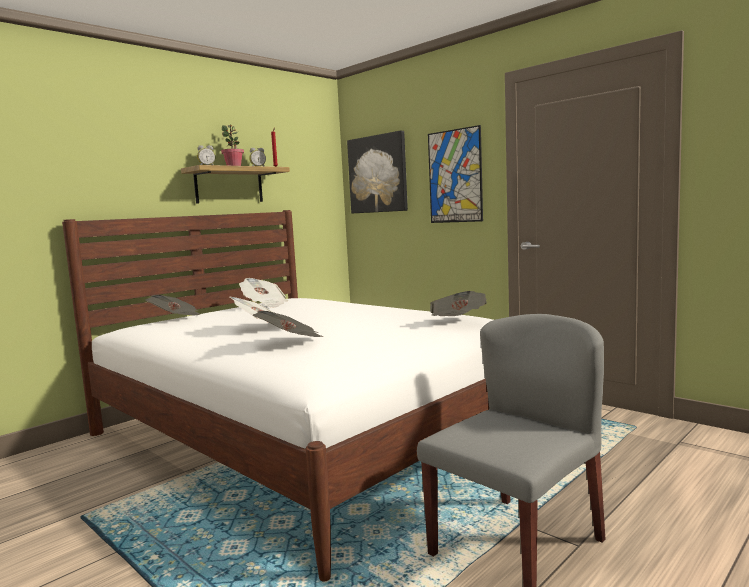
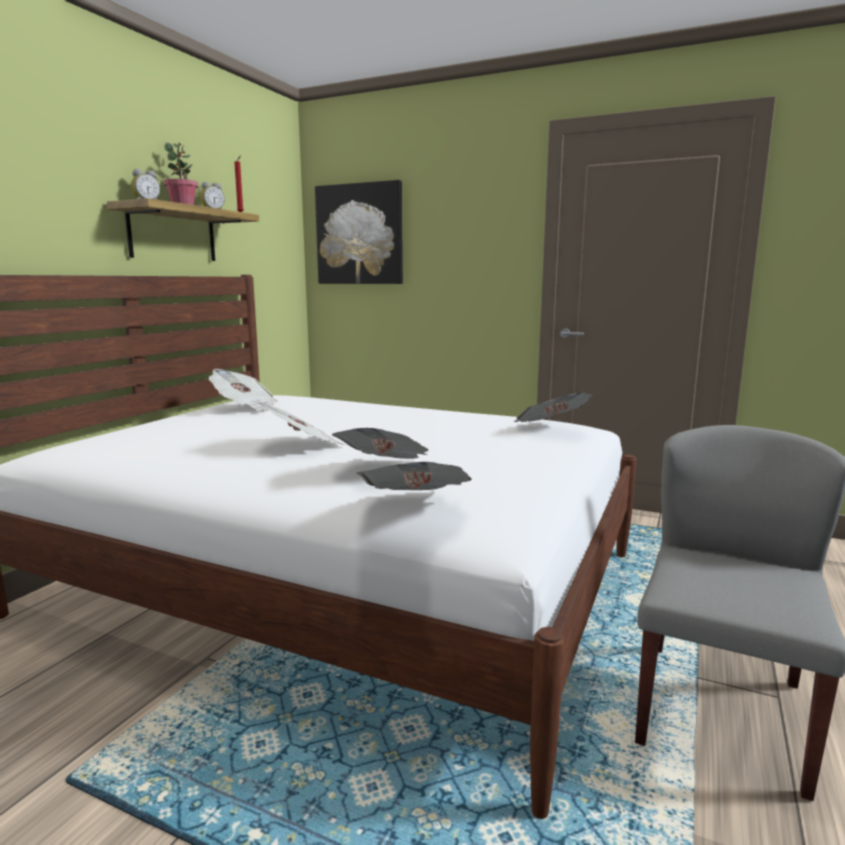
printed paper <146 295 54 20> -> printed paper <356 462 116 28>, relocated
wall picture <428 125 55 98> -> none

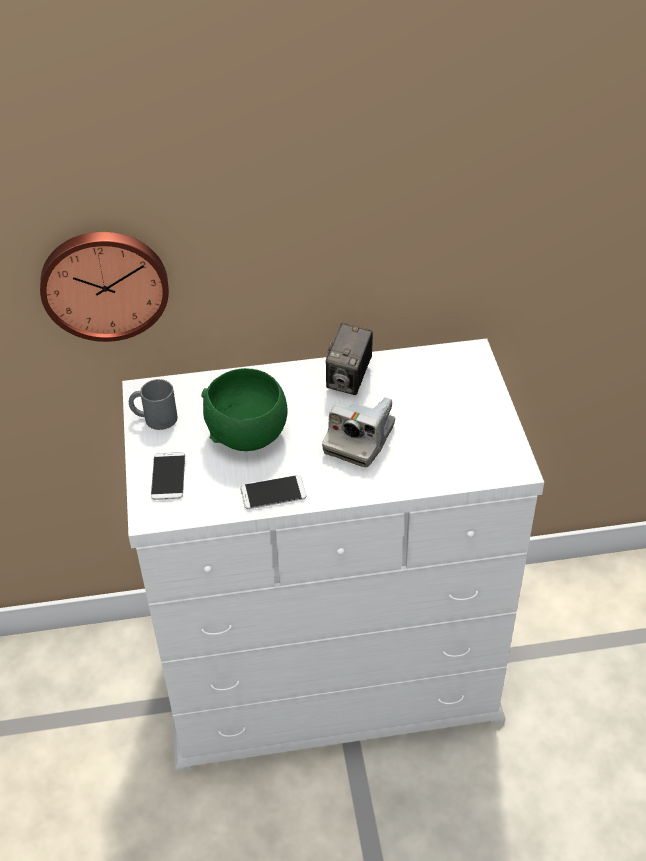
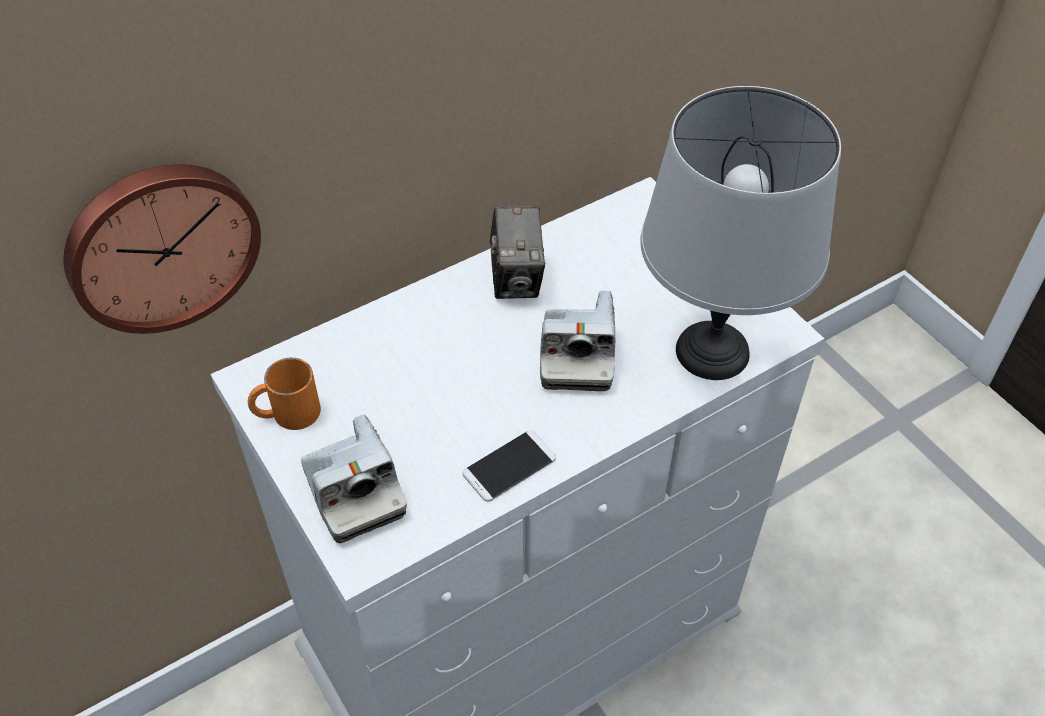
grey coffee mug <129 379 49 51> -> orange-coloured coffee mug <248 358 73 72>
telephone <151 452 34 48> -> photo camera <301 415 106 128>
none -> grey table lamp <640 86 201 294>
green-coloured bowl <201 368 87 83> -> none

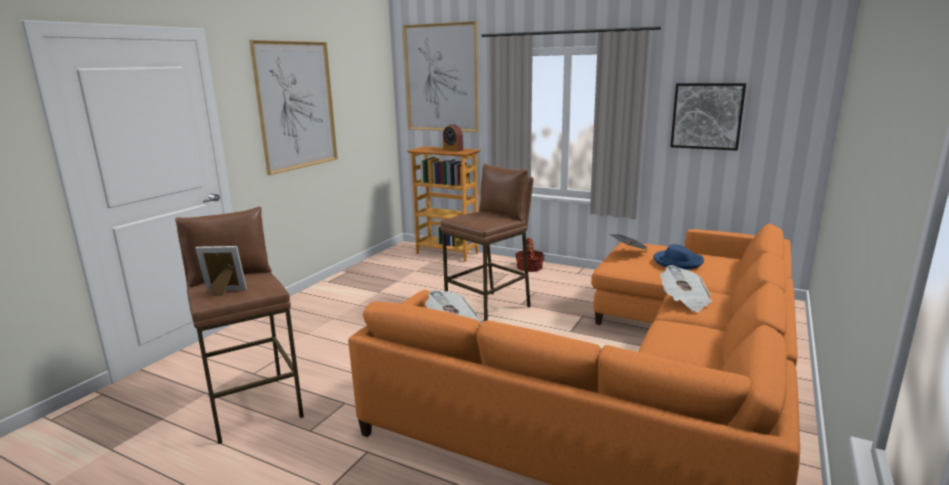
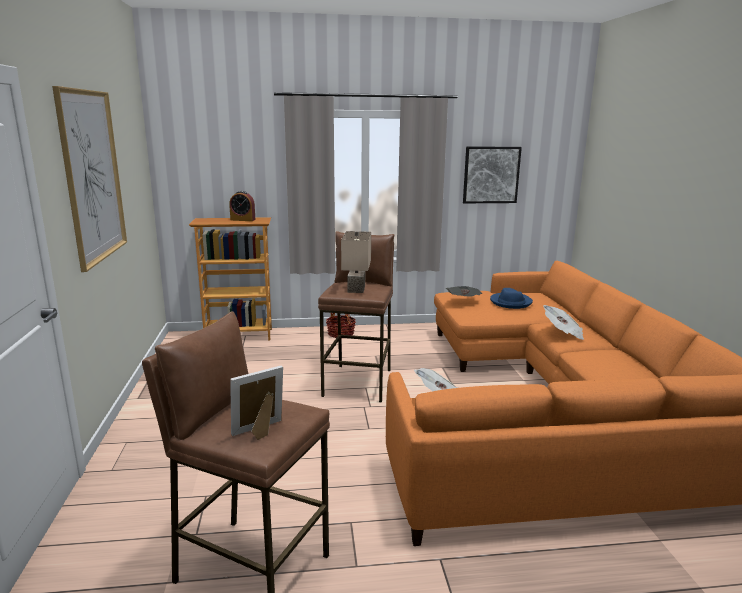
none -> beige table lamp <341 231 30 62>
wall picture <403 21 76 111> -> none

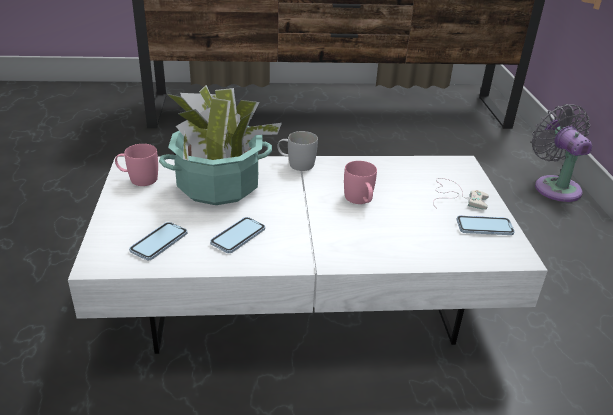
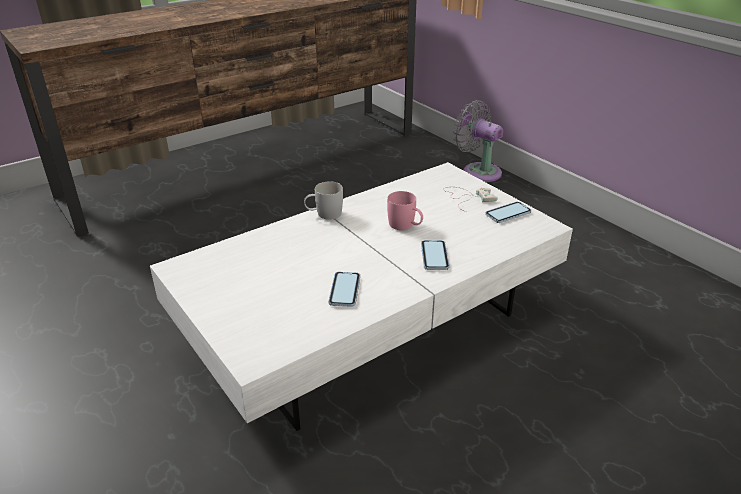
telephone <129 222 58 38> -> telephone <421 240 28 30>, relocated
pink coffee mug <115 144 43 42> -> none
potted plant <159 85 123 120> -> none

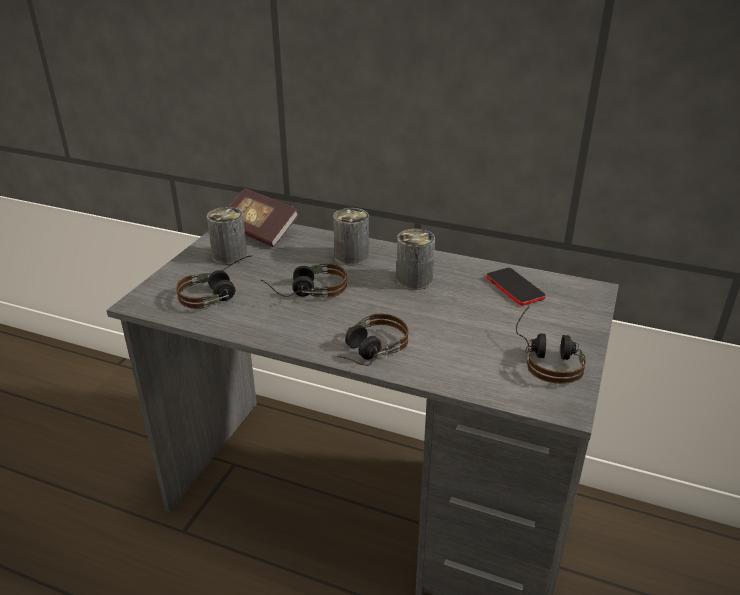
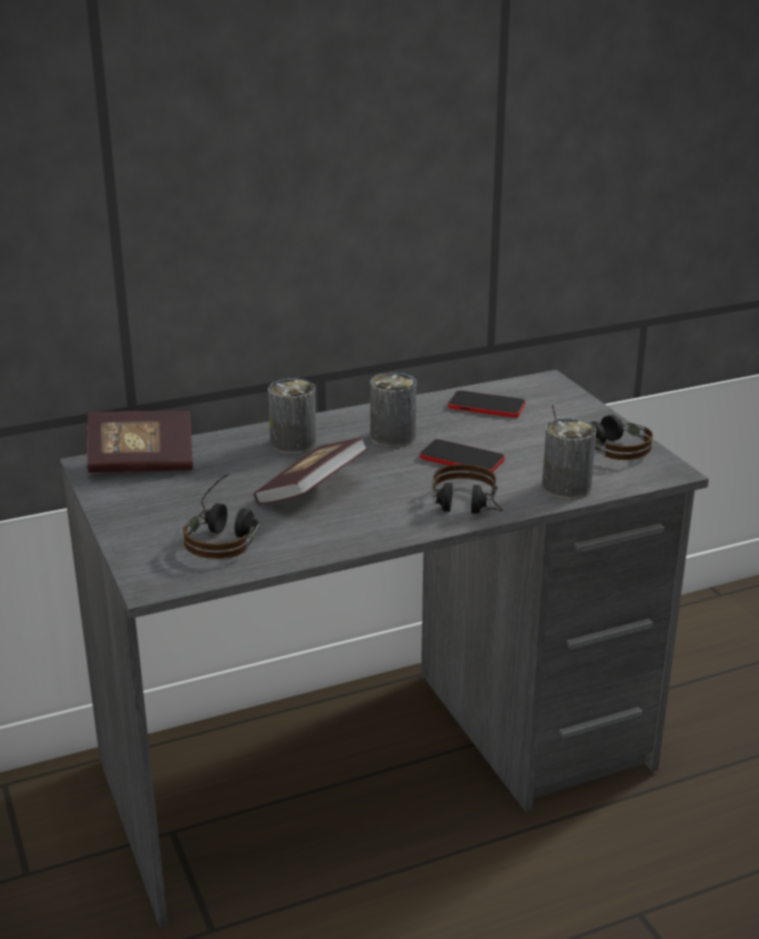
pair of headphones <261 264 86 34> -> bound book <254 437 114 68>
none -> telephone <420 439 85 34>
can <207 207 40 57> -> can <542 418 54 81>, relocated

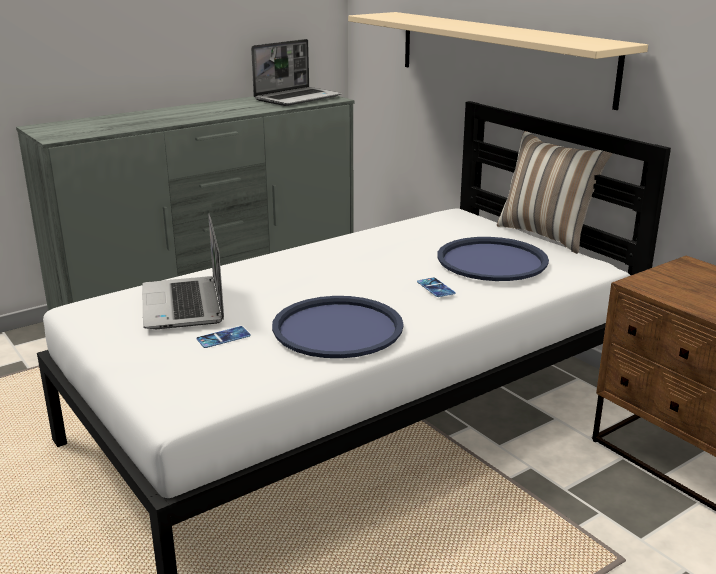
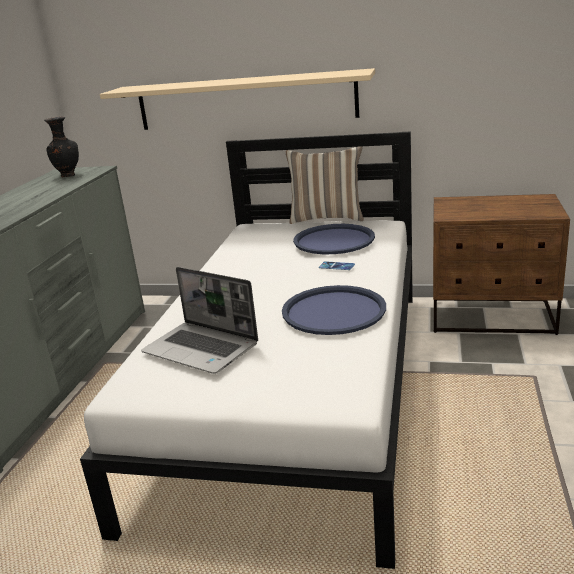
laptop <251 39 90 67> -> black vase <44 117 35 60>
telephone <196 326 55 22> -> none

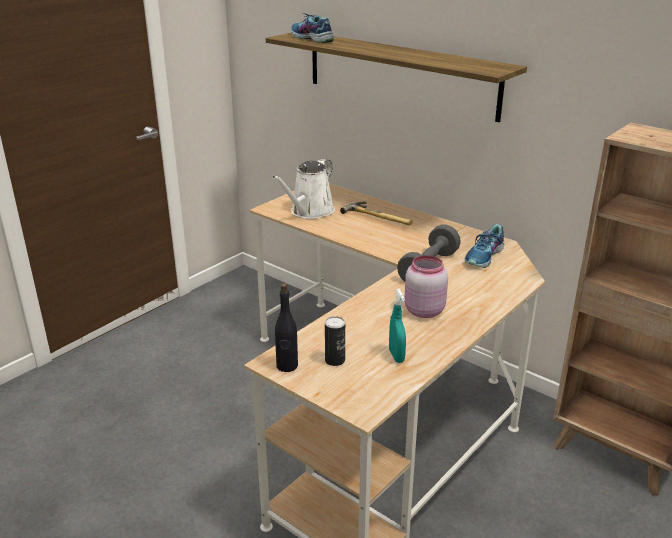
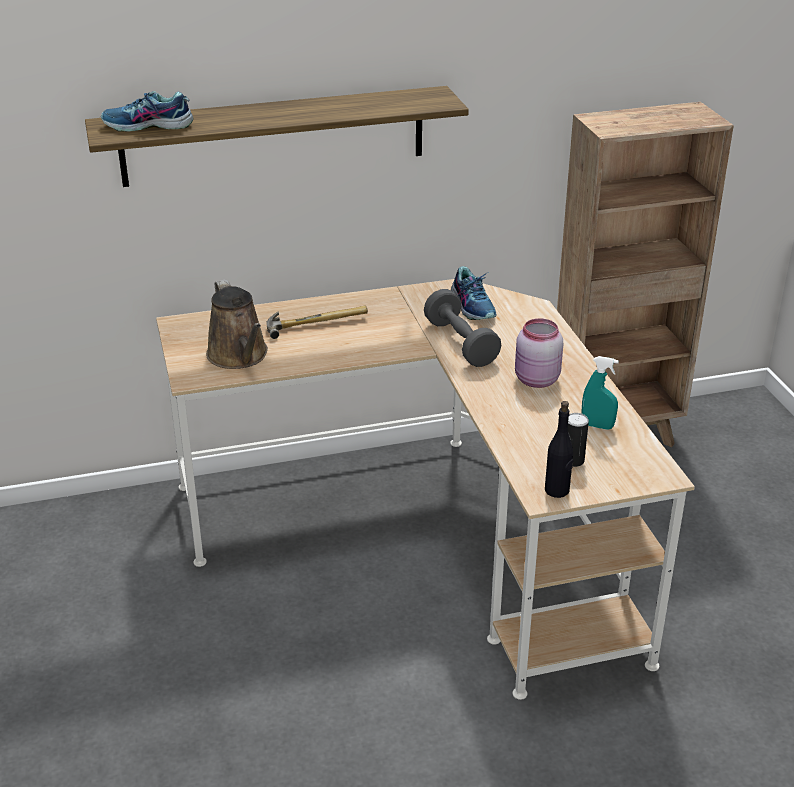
white watering can <272 159 63 60> -> brown watering can <206 279 62 90>

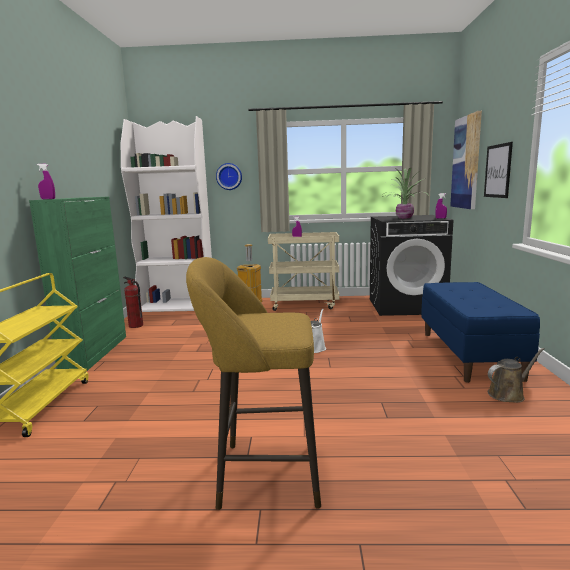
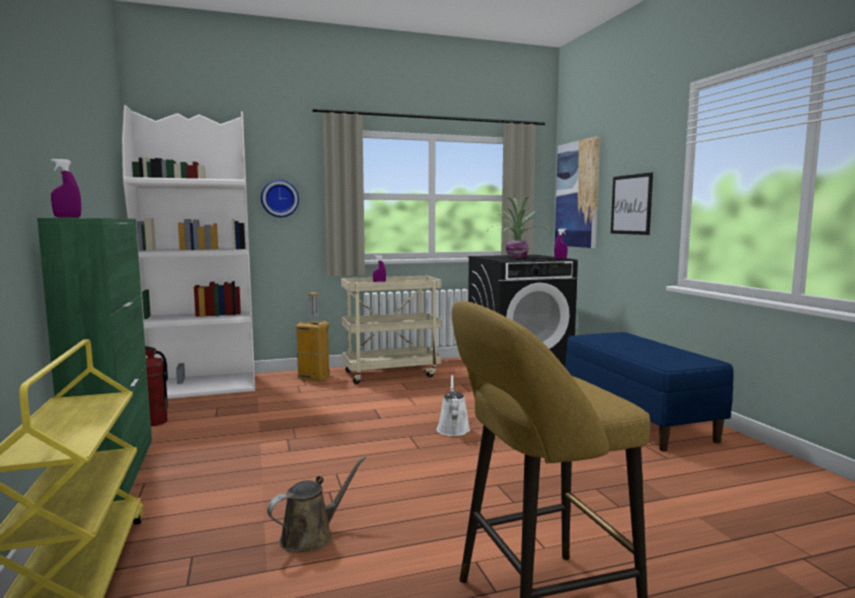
brown watering can <488 348 56 55> -> brown watering can <267 456 99 97>, relocated

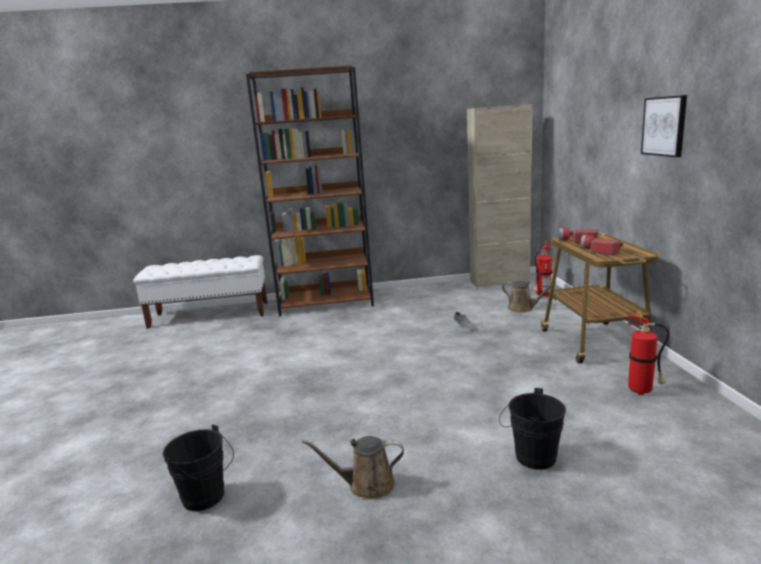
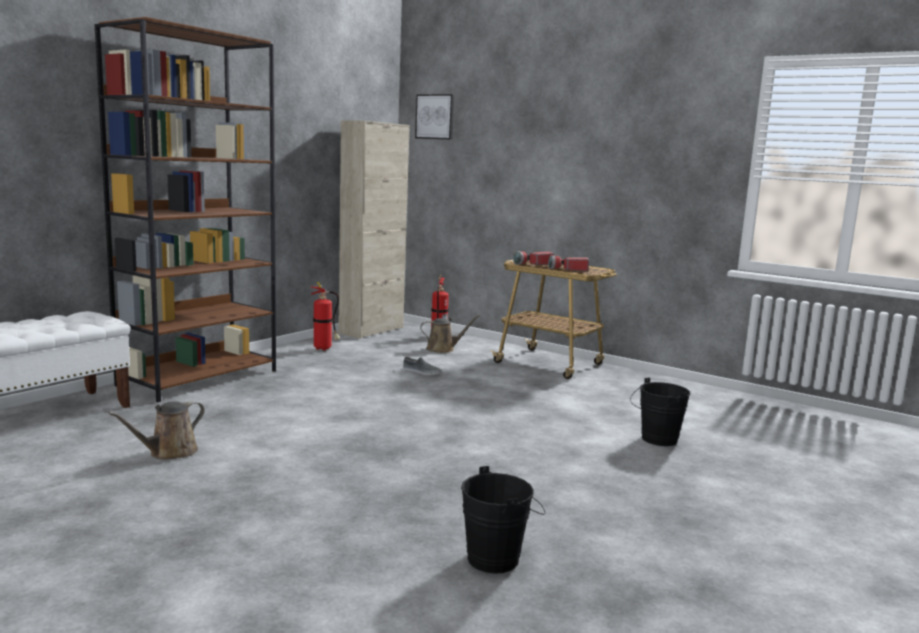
brown watering can <302 436 102 64> -> brown watering can <108 401 97 59>, relocated
extinguisher <627 310 42 85> -> extinguisher <311 282 29 69>, relocated
wall picture <641 95 46 62> -> wall picture <415 94 39 46>, relocated

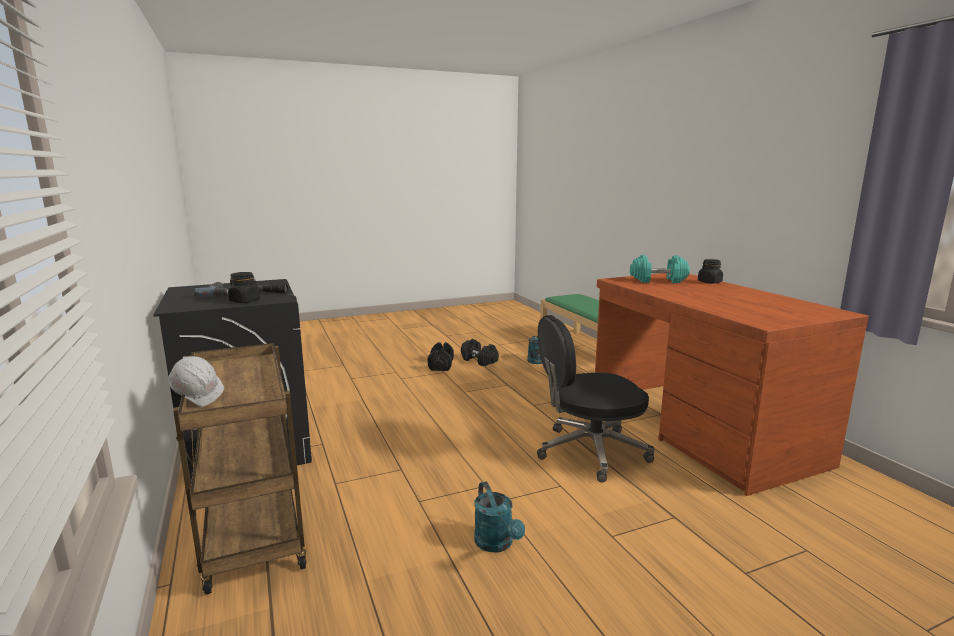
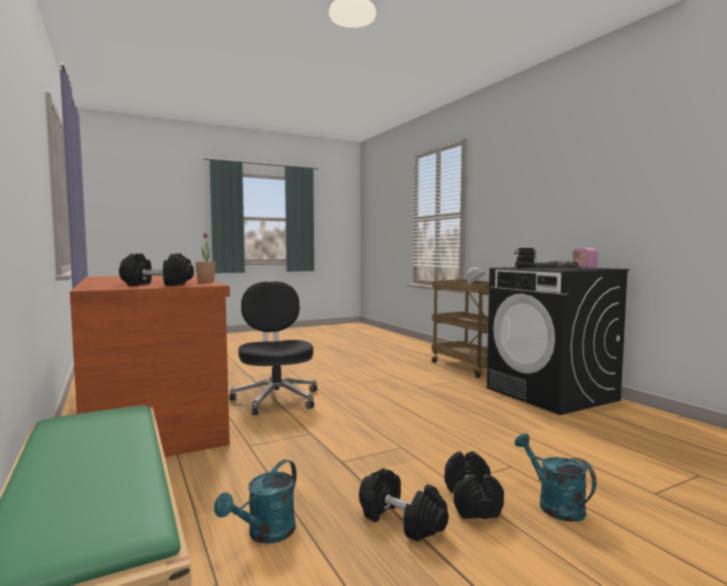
turquoise dumbbell <630 255 60 28> -> black dumbbell <119 253 75 33>
none -> potted plant <195 232 21 50>
black computer chair <537 315 118 167> -> black computer chair <229 282 88 133>, 90 degrees counterclockwise
turquoise watering can <474 482 51 70> -> turquoise watering can <515 433 81 89>, relocated
none -> radio <573 248 25 20>
black preserve jar <698 259 25 24> -> none

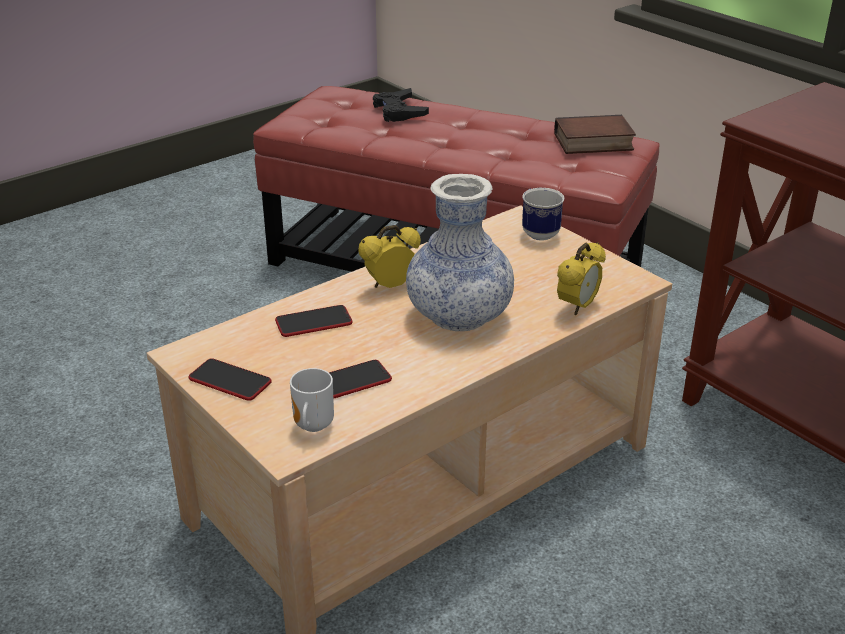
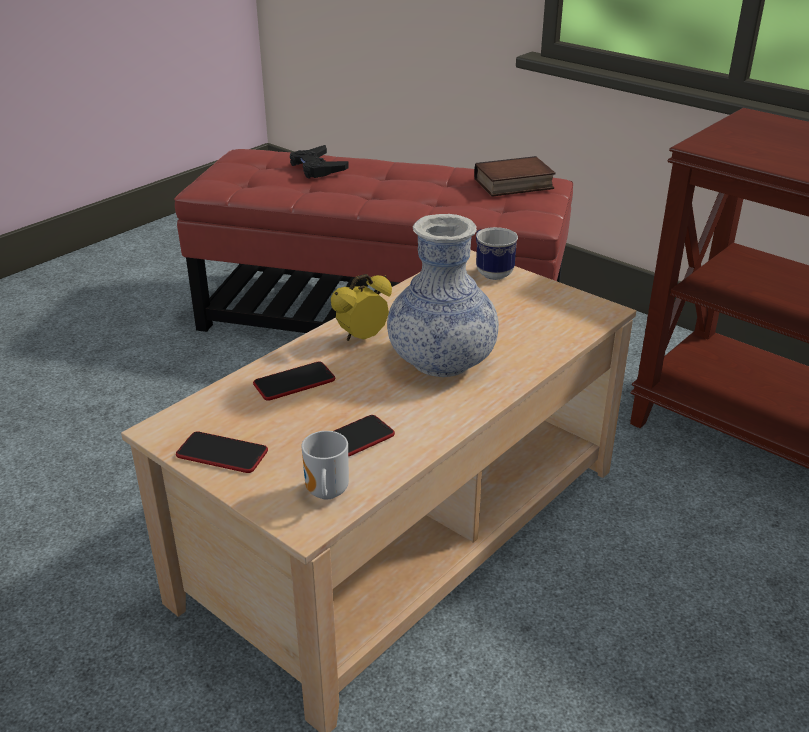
bedside clock <557 242 49 73> -> none

